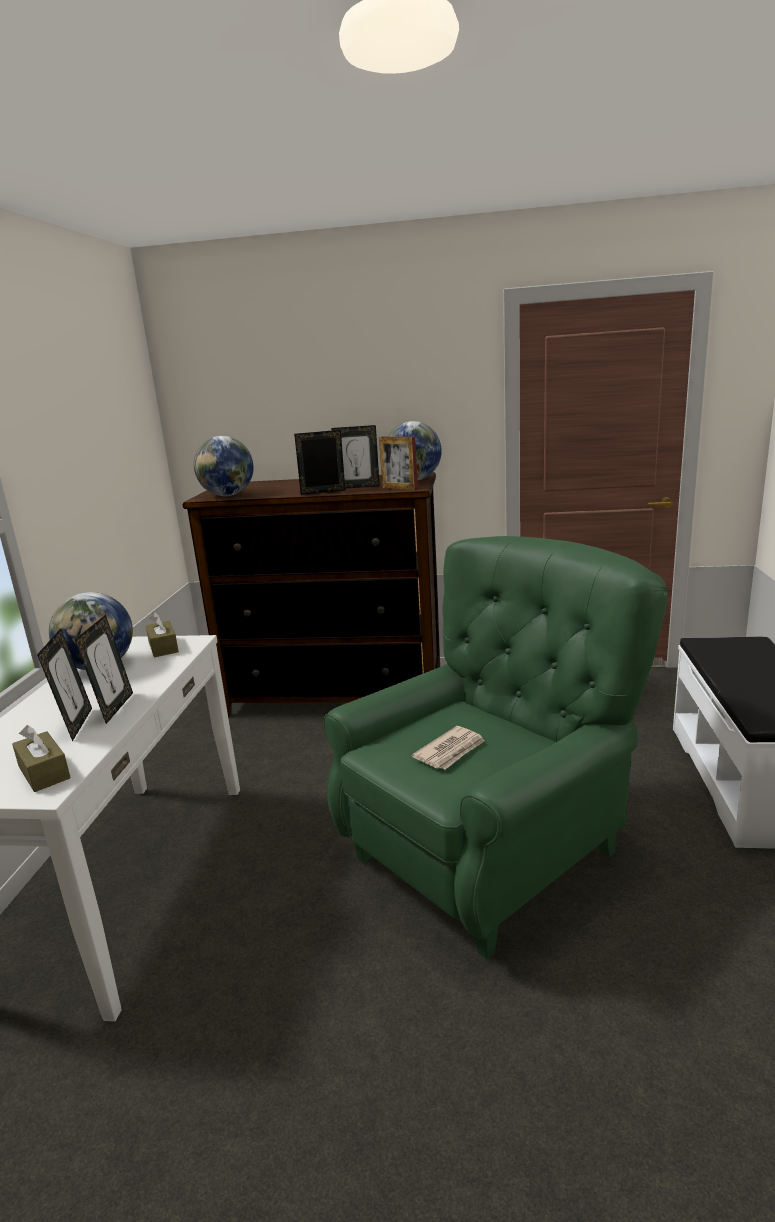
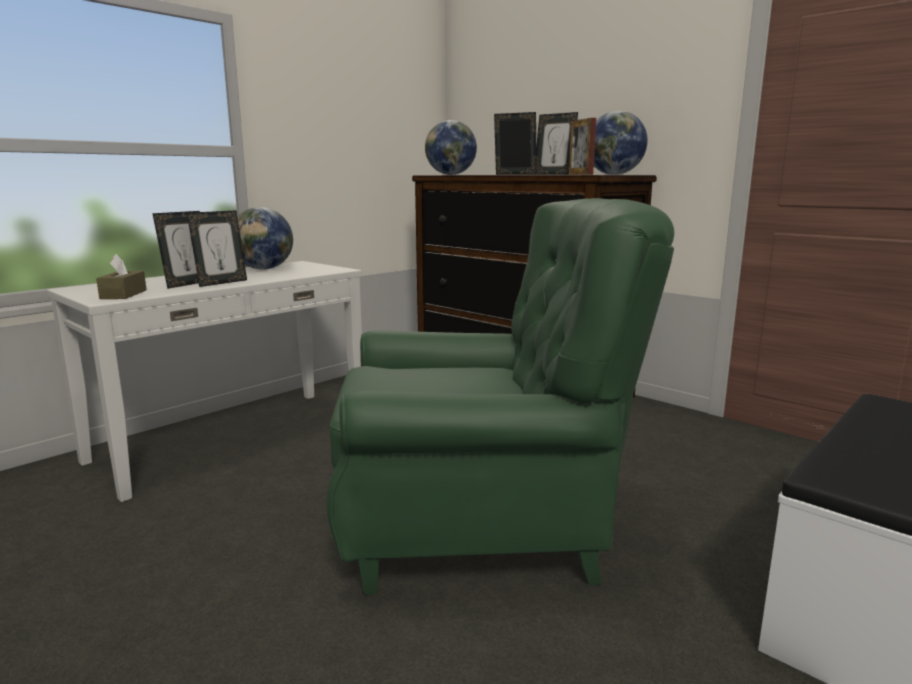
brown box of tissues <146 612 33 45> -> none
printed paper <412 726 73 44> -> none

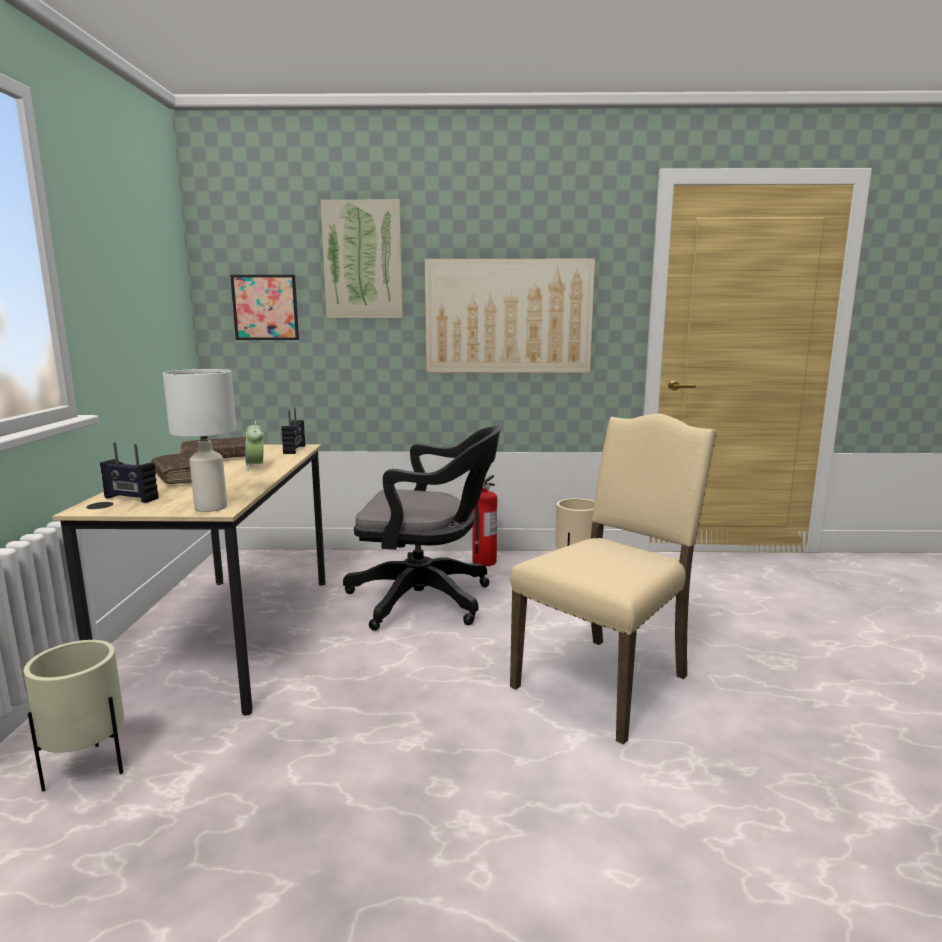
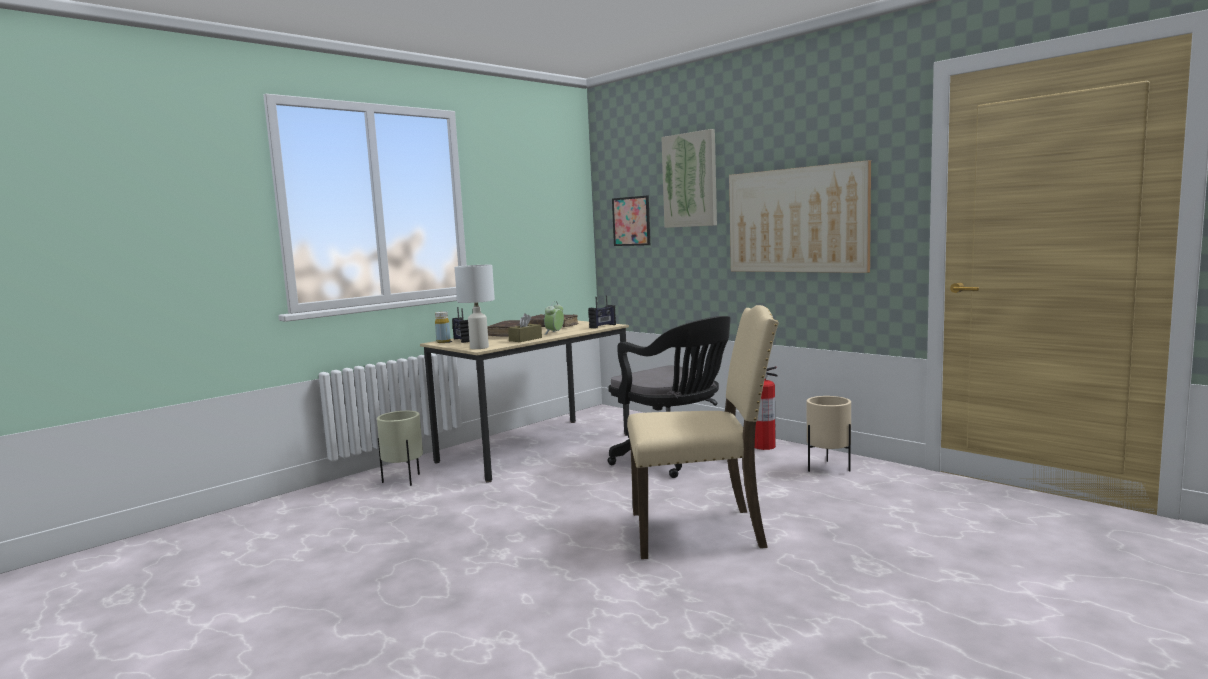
none -> yellow drink bottle <435 311 16 32>
none -> brown box of tissues <508 313 34 29>

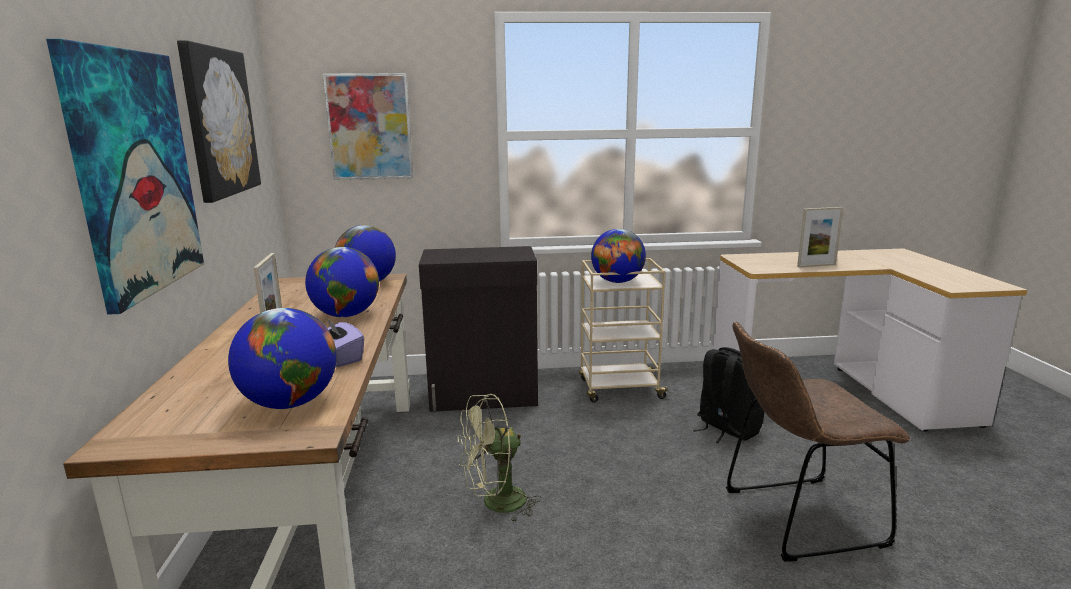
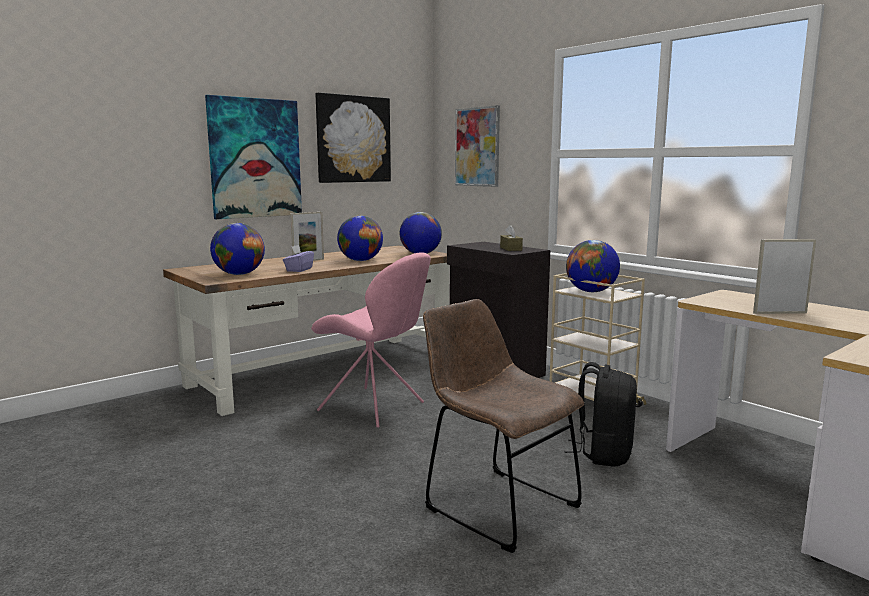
green-coloured cooling fan <458 394 84 128> -> pink upright chair <311 252 120 176>
none -> brown box of tissues <500 225 23 26>
photo frame <797 207 46 61> -> photo frame <753 239 63 75>, 135 degrees clockwise

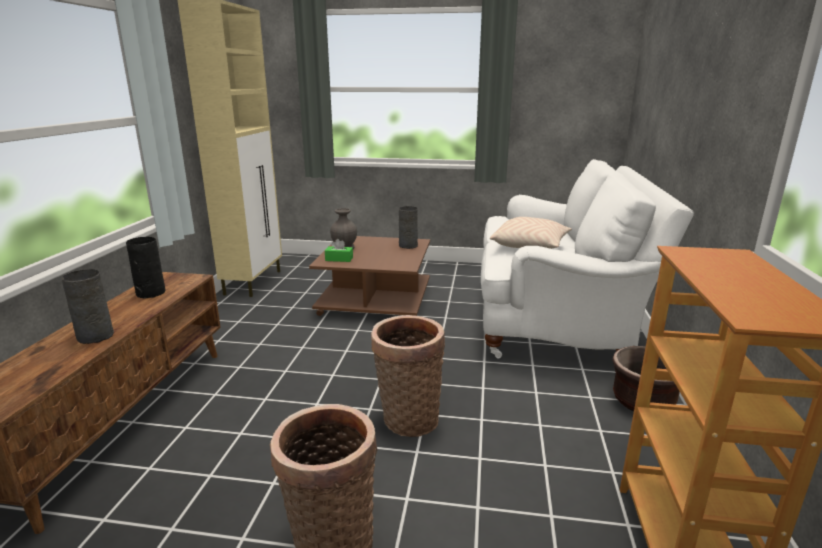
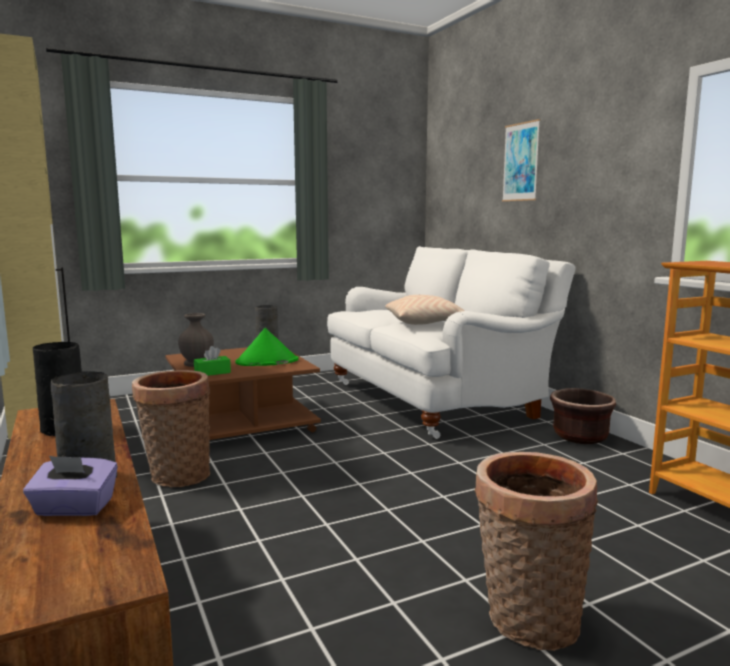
none -> purple box of tissues <23 456 95 60>
basket <371 315 74 122> -> basket <132 370 78 117>, relocated
none -> green-coloured wearable hat <235 328 63 38>
none -> wall picture <502 119 38 82>

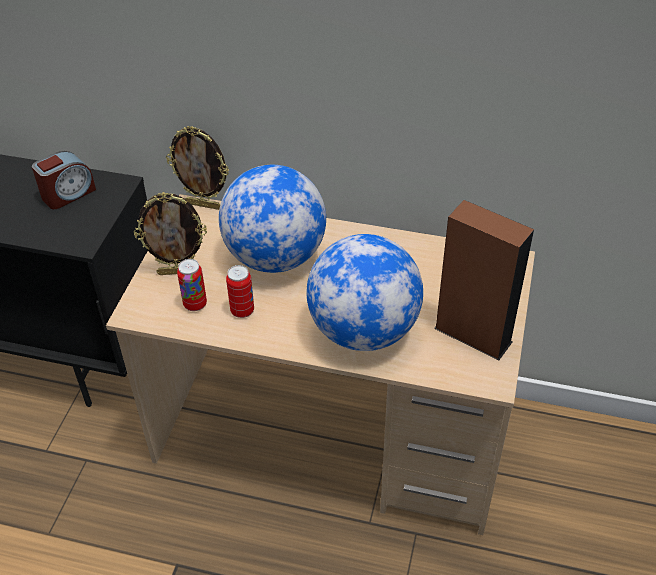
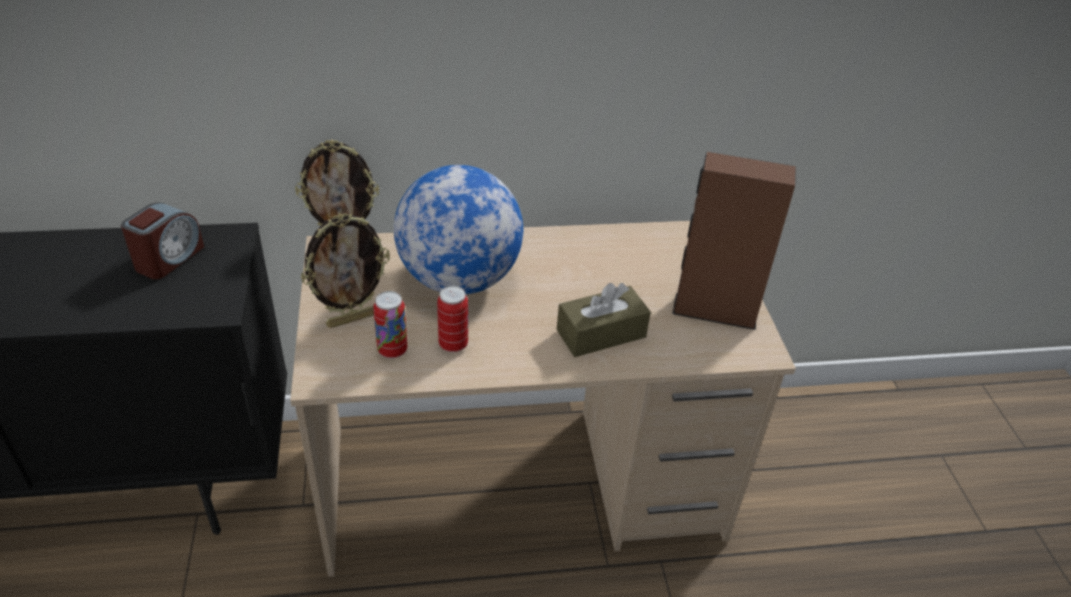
desk globe <307 234 116 117> -> brown box of tissues <557 283 94 74>

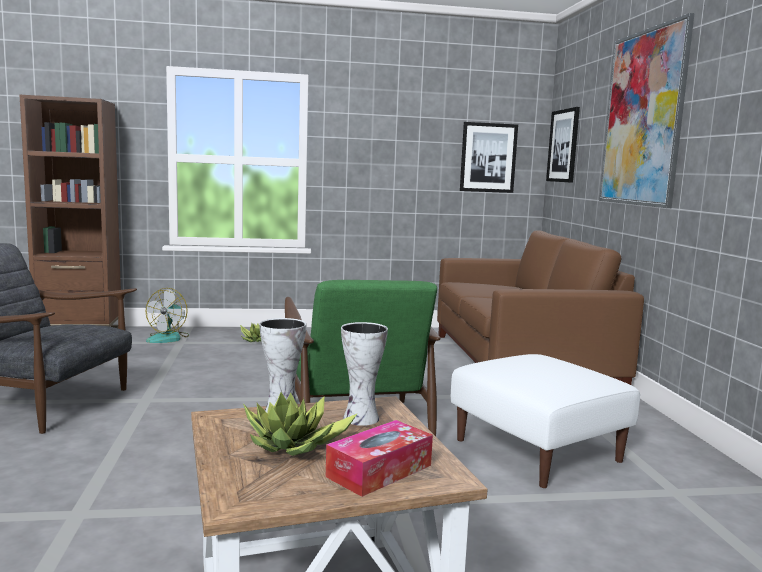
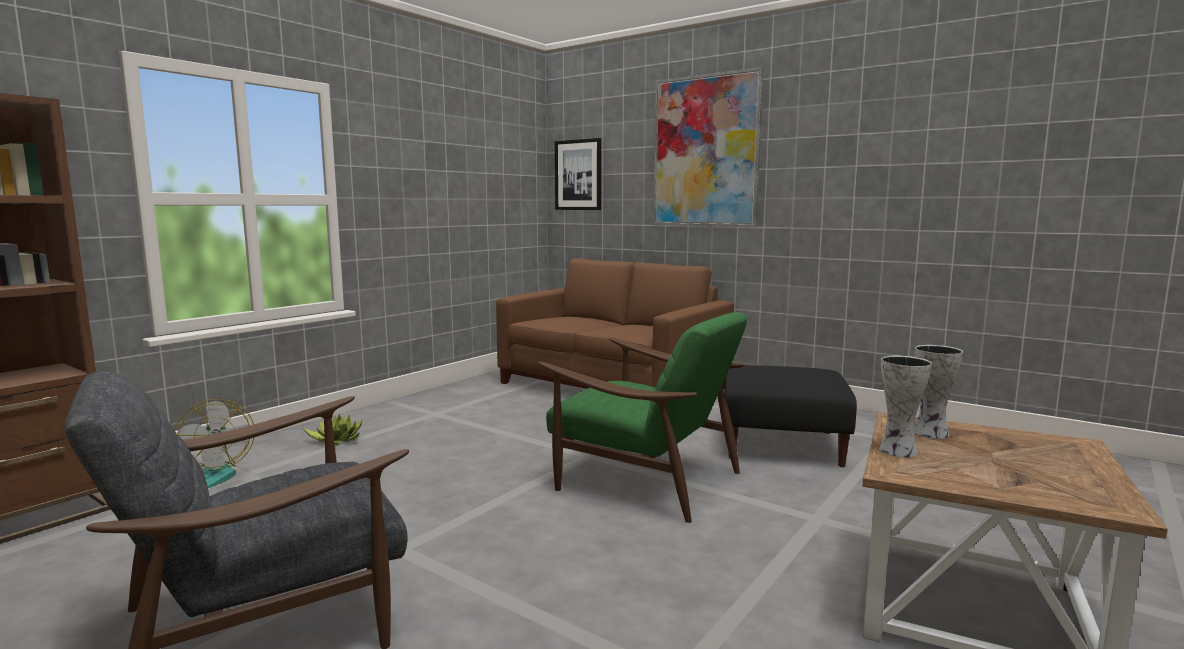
white footrest <451 354 189 134> -> black footrest <724 365 133 102>
potted plant <243 392 115 64> -> none
box of tissues <326 420 107 77> -> none
wall picture <460 122 58 71> -> none

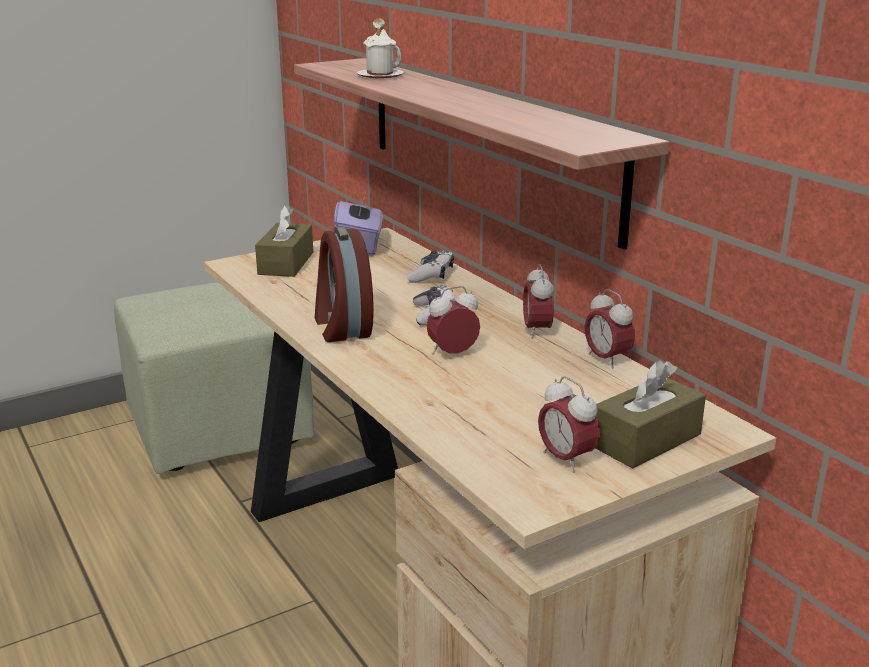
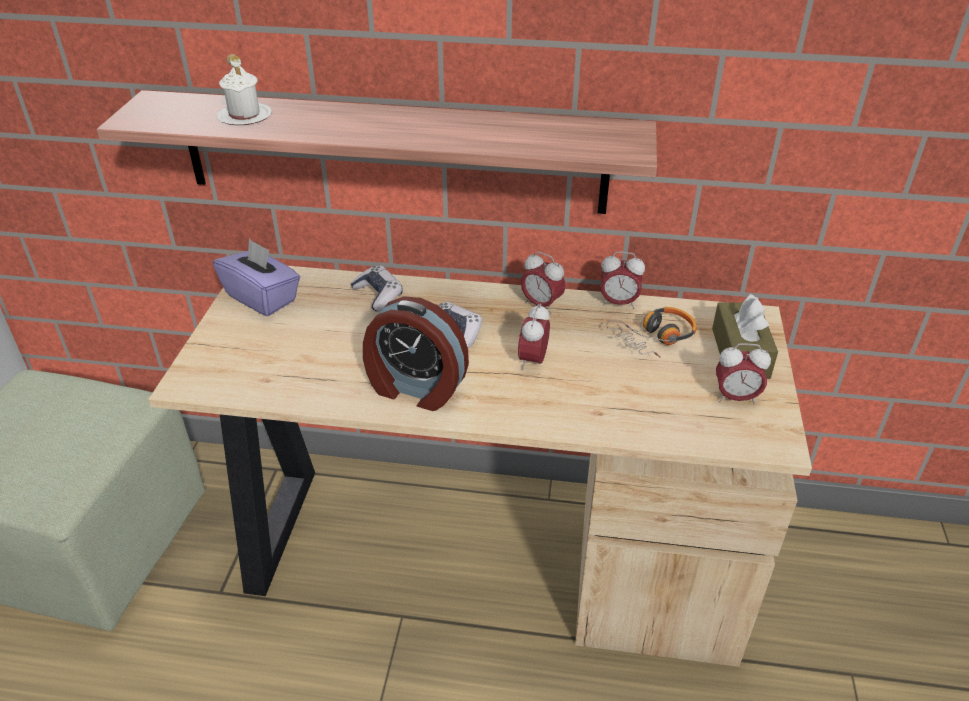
none -> pair of headphones <606 307 91 51>
brown box of tissues <255 205 58 72> -> none

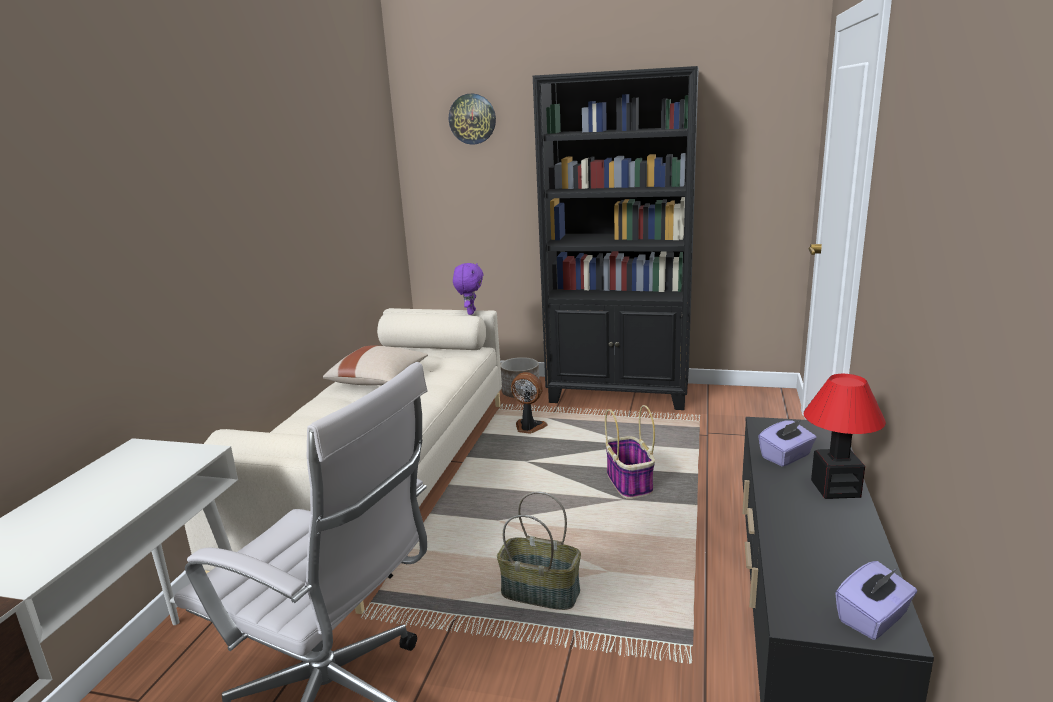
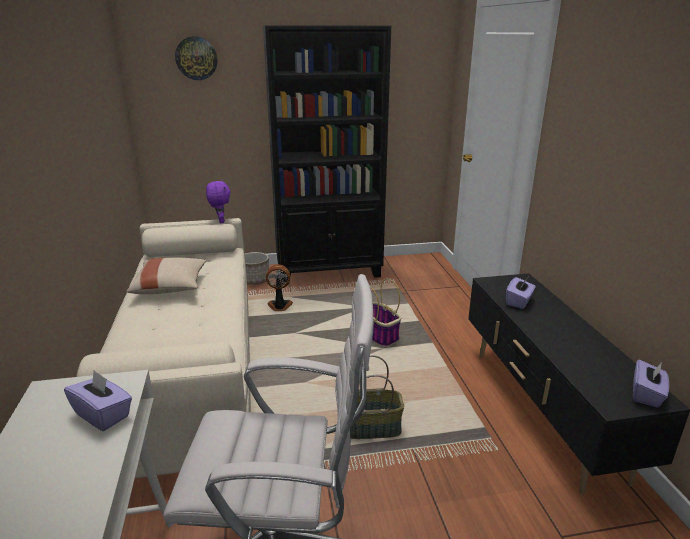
none -> purple box of tissues <64 370 68 61>
table lamp <804 374 82 125> -> none

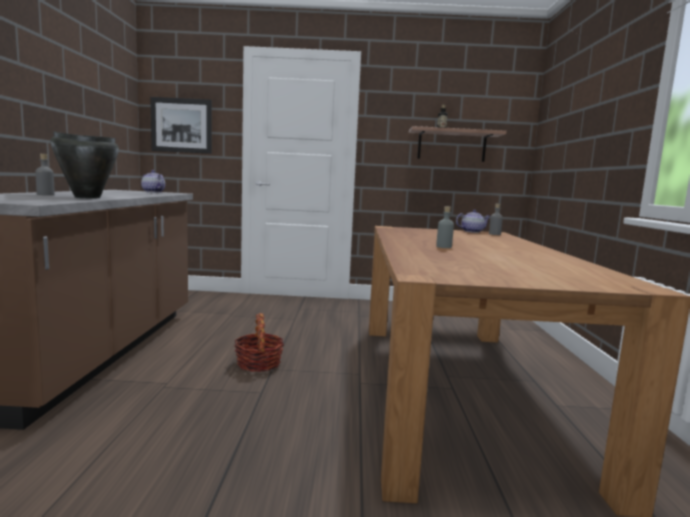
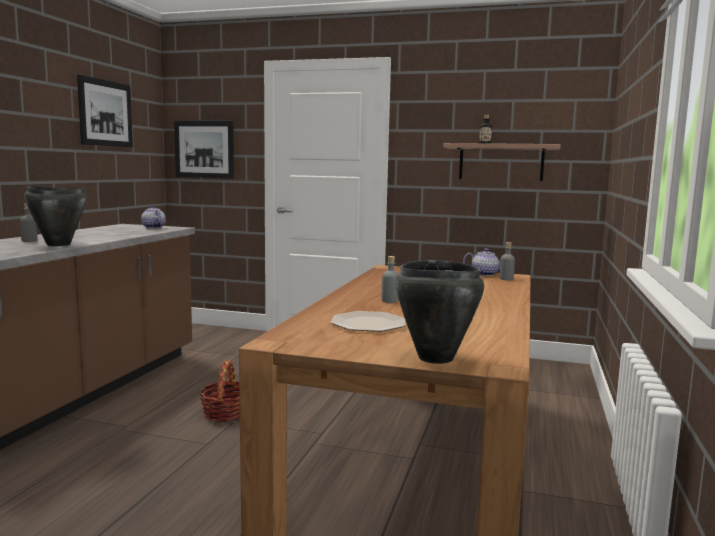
none -> wall picture <77 74 56 73>
none -> dinner plate <331 311 74 21>
none -> black stockpot <395 260 89 104>

